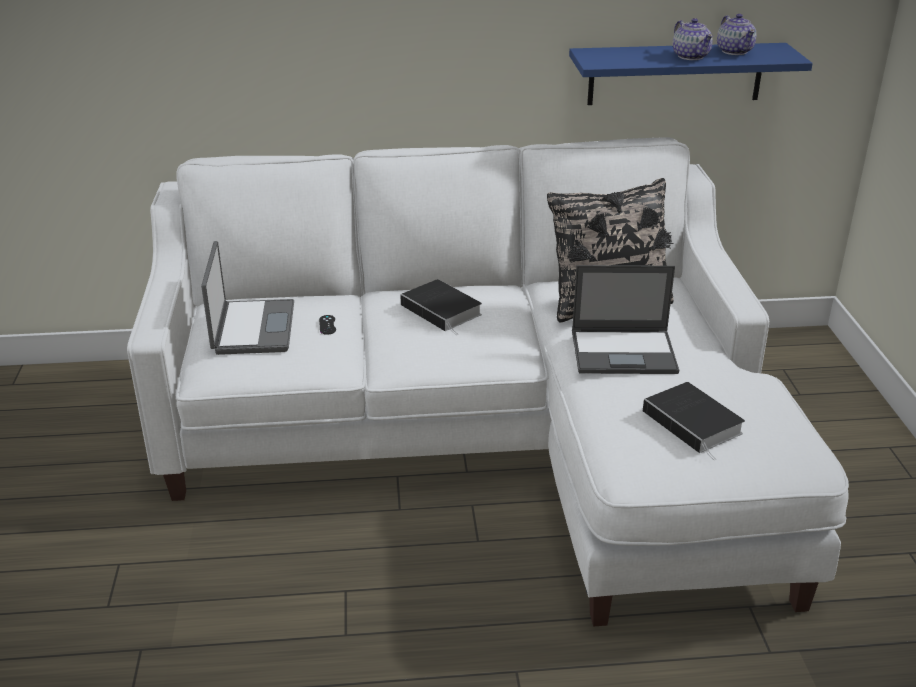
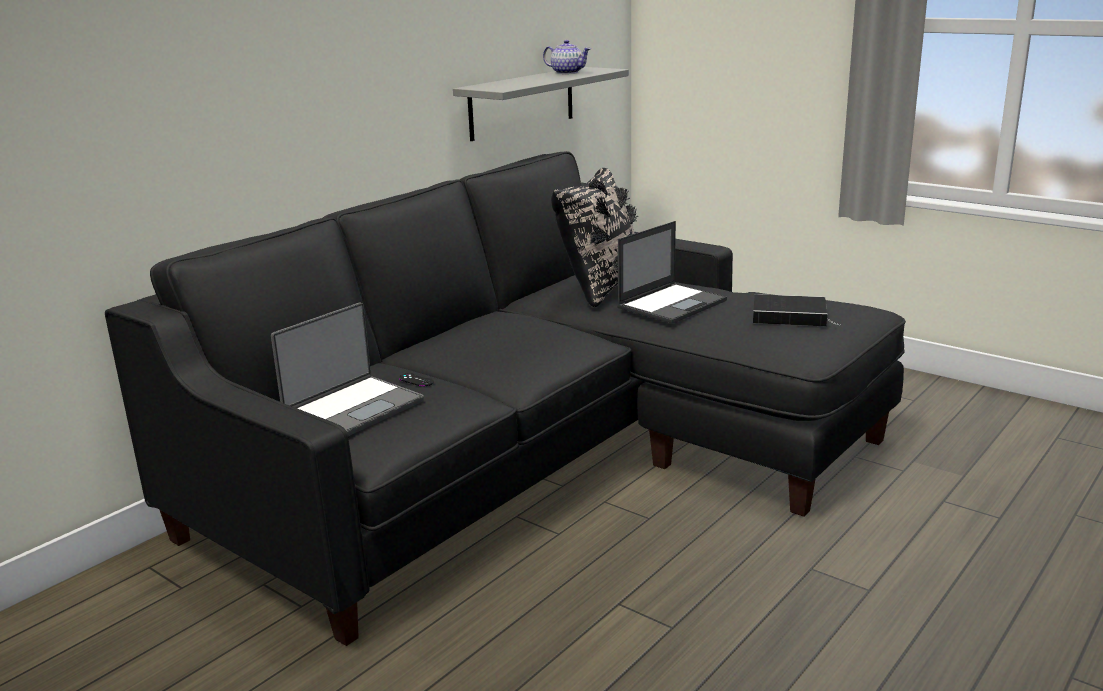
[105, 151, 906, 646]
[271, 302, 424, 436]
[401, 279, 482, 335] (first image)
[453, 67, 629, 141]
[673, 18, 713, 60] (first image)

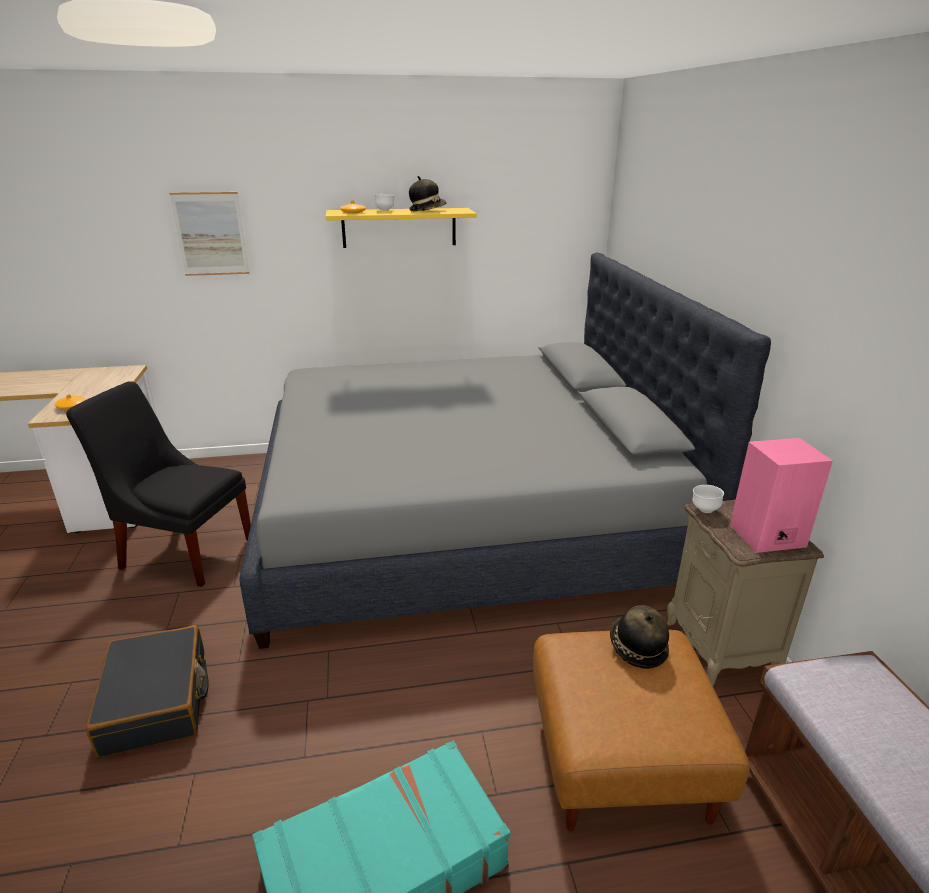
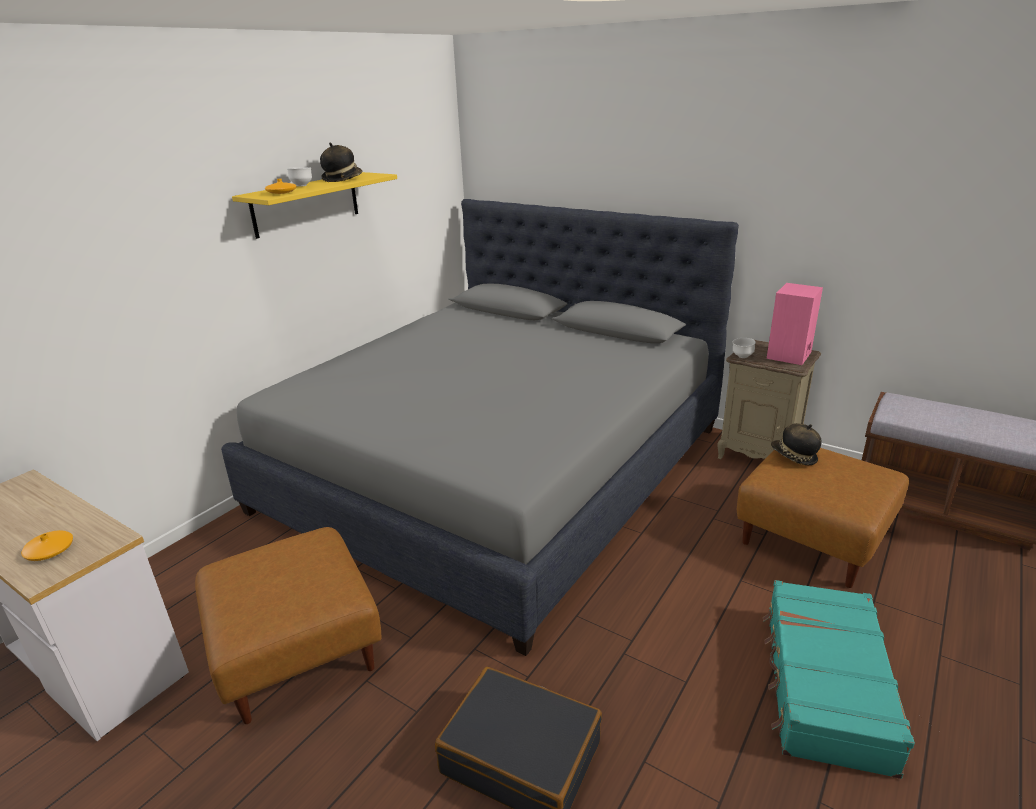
[195, 527, 382, 724]
[170, 192, 249, 276] (first image)

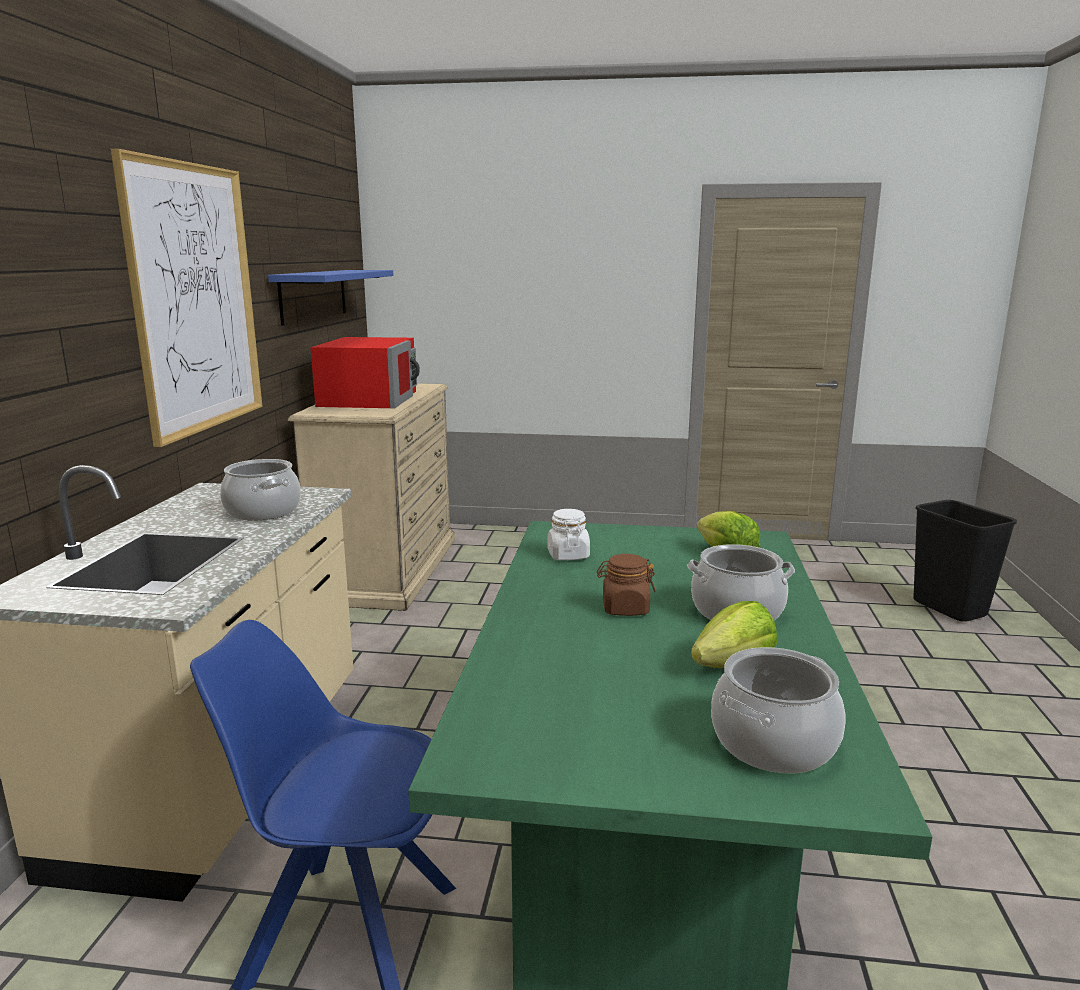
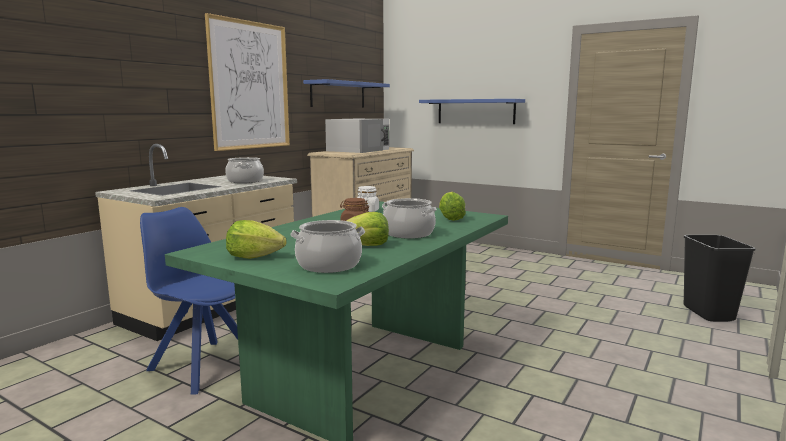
[325, 119, 389, 153]
[226, 220, 287, 259]
[419, 99, 525, 124]

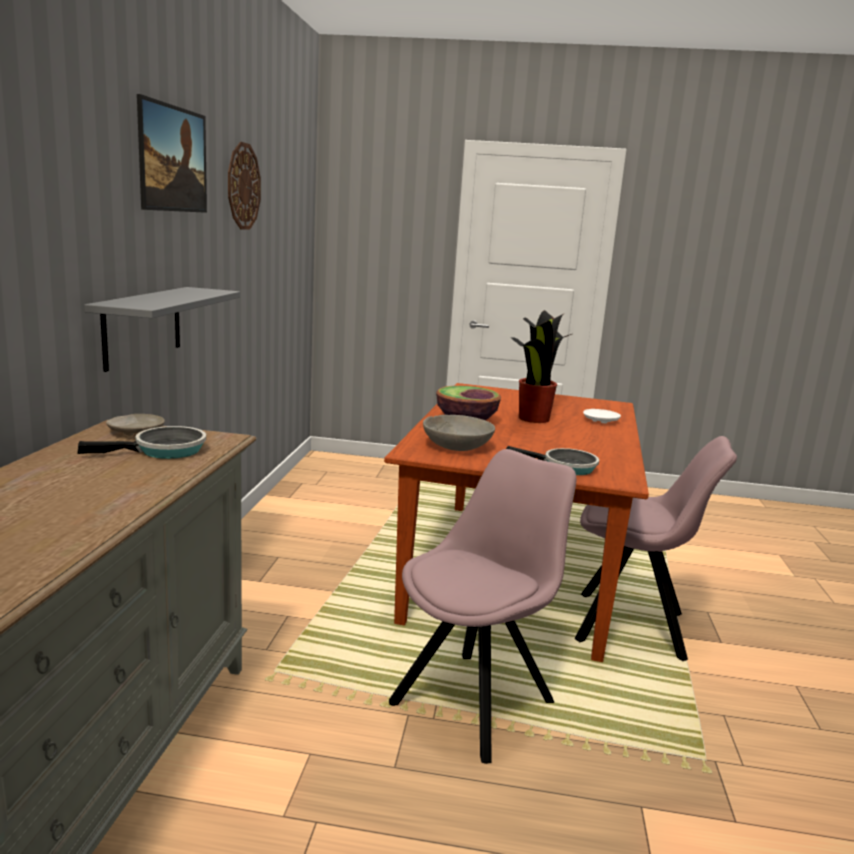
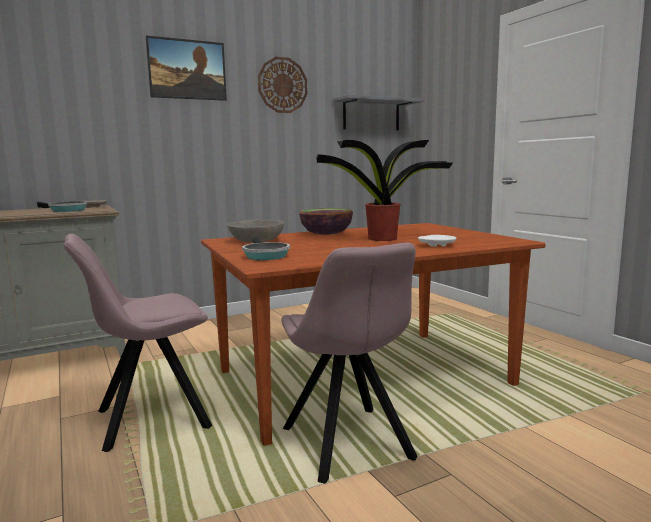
[333, 94, 424, 130]
[64, 234, 212, 452]

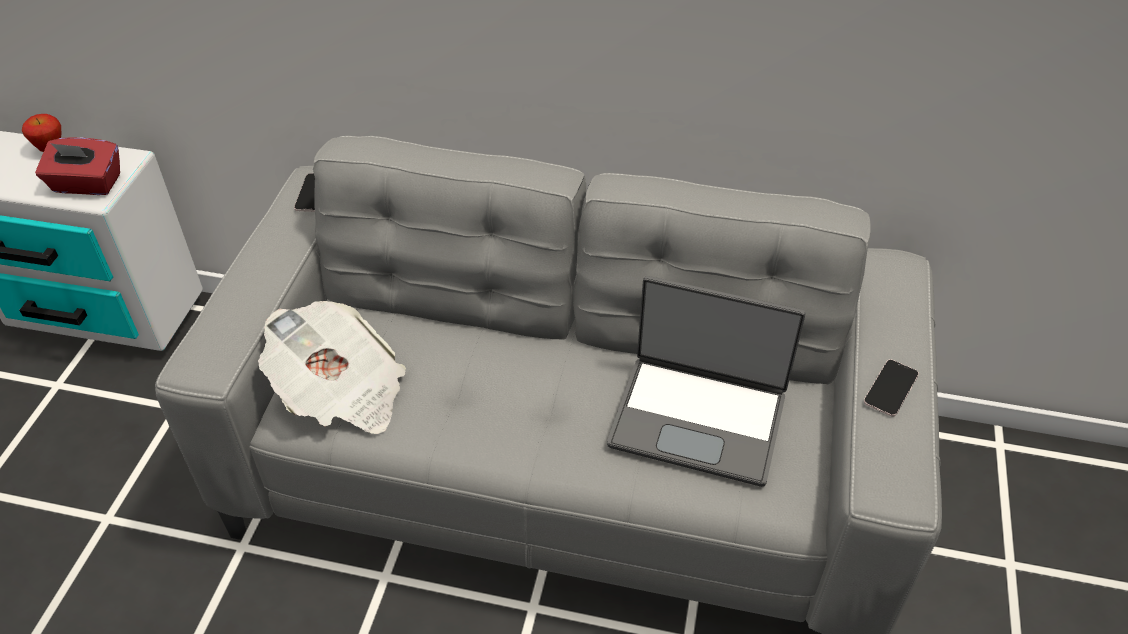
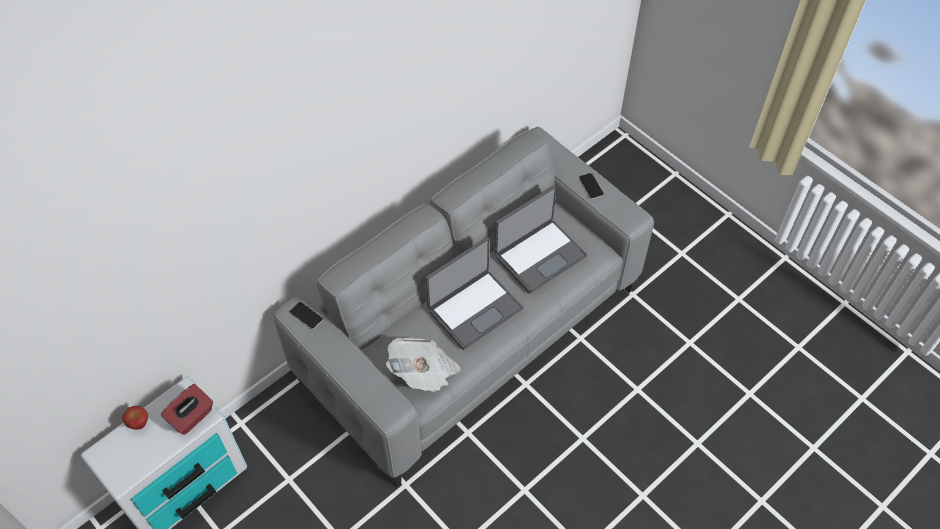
[425, 237, 524, 350]

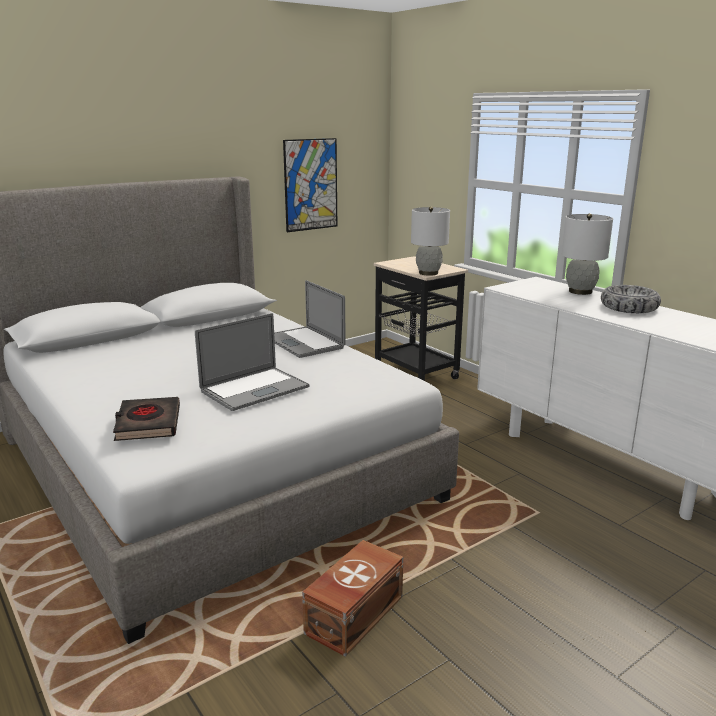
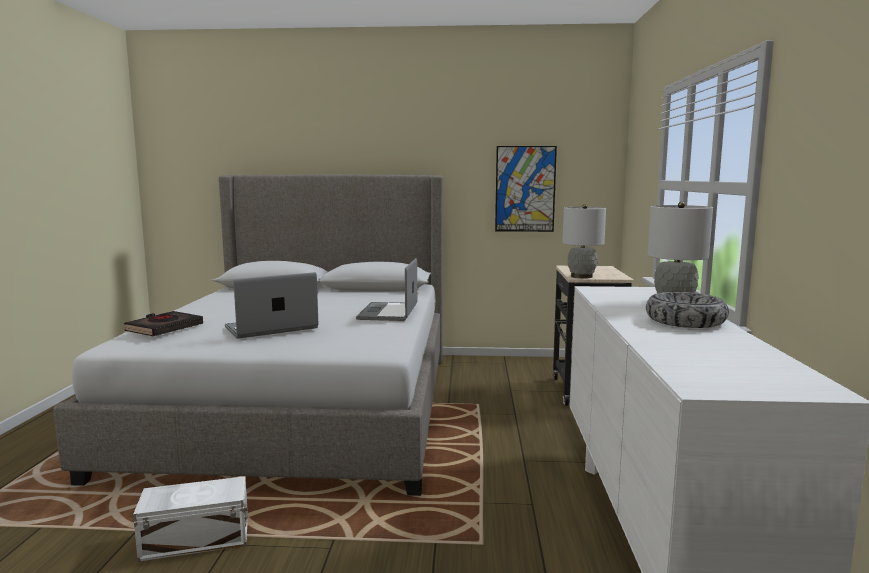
[225, 272, 318, 339]
[133, 476, 248, 562]

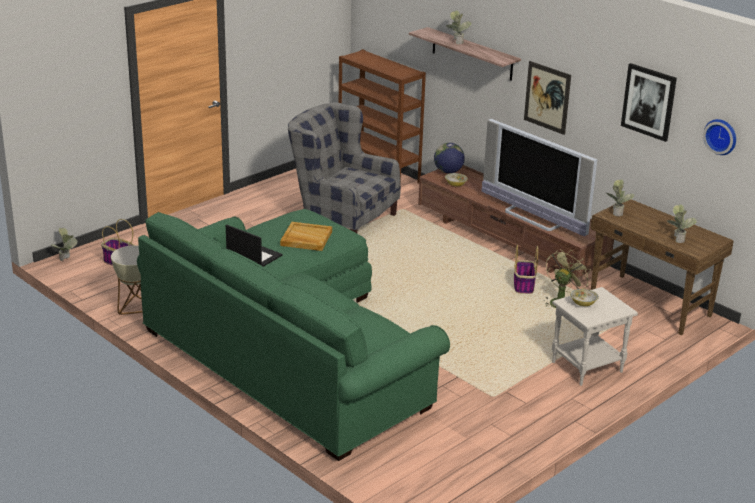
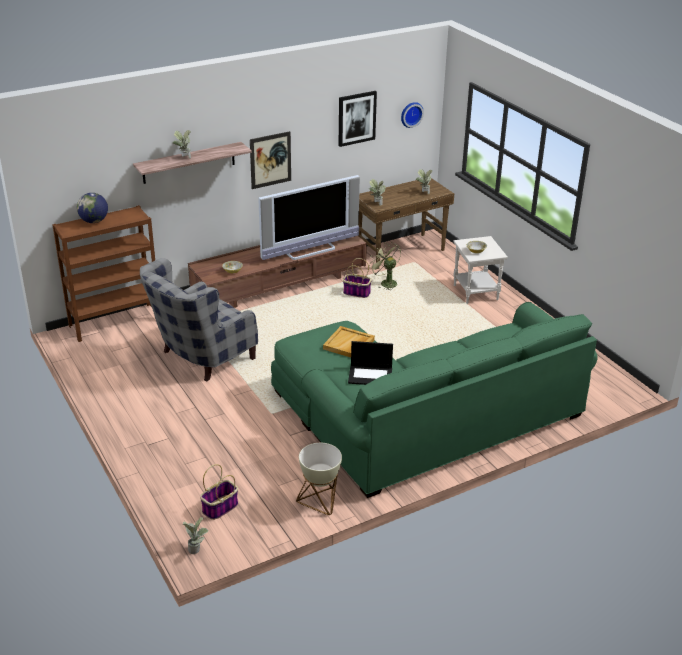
[348, 341, 393, 385]
[77, 193, 108, 223]

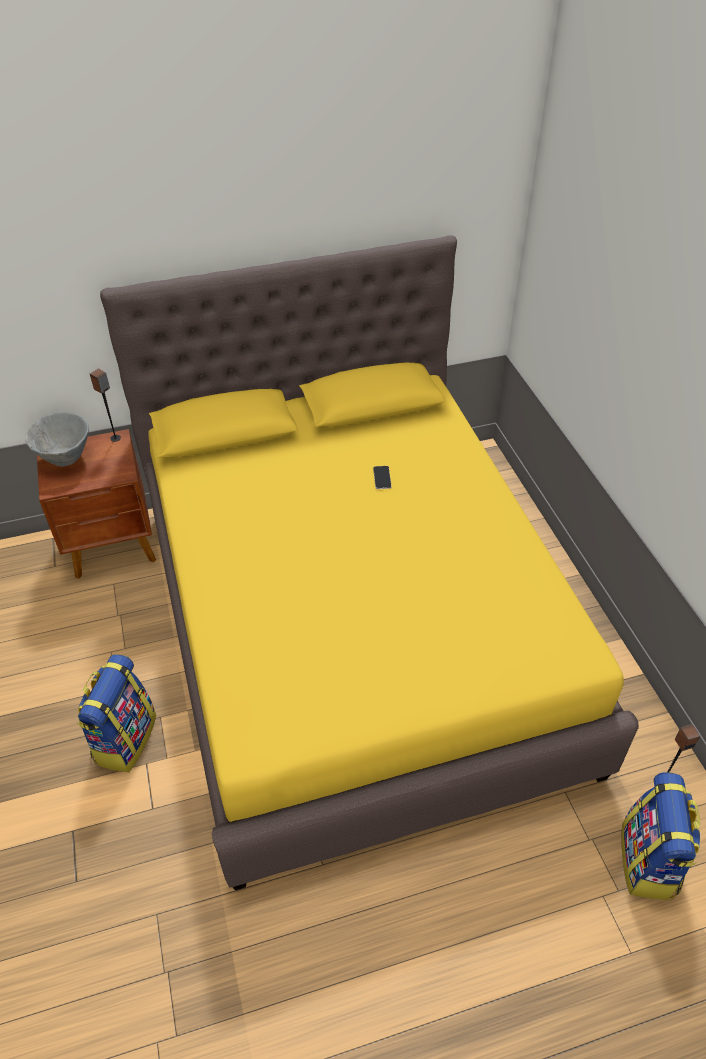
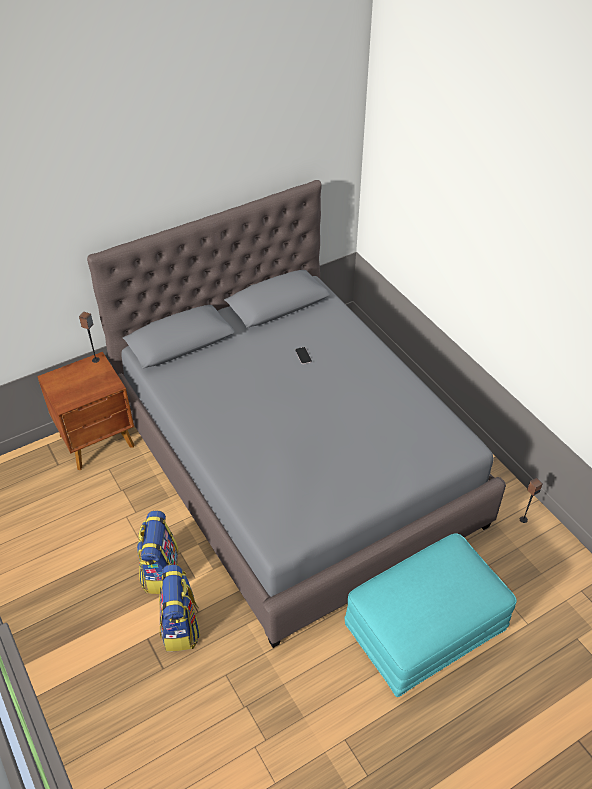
[25, 412, 89, 467] (first image)
[87, 180, 506, 648]
[159, 565, 200, 652]
[345, 533, 517, 697]

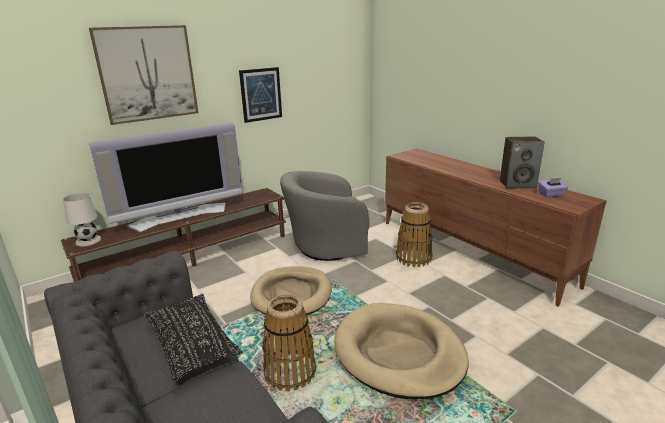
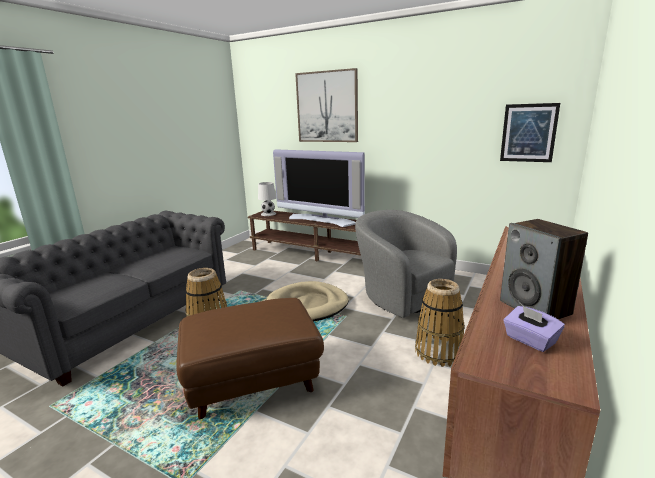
[144, 294, 242, 381] (first image)
[500, 103, 560, 162]
[176, 298, 324, 419]

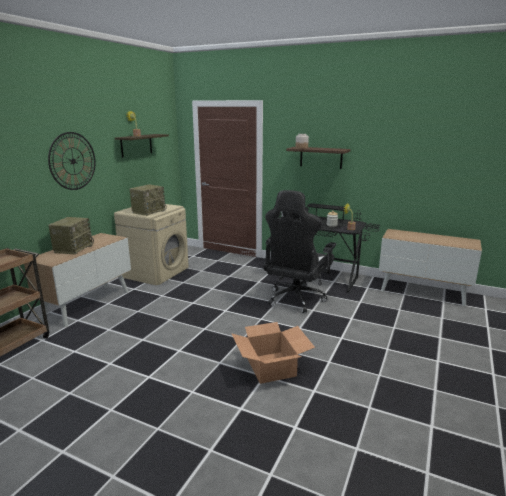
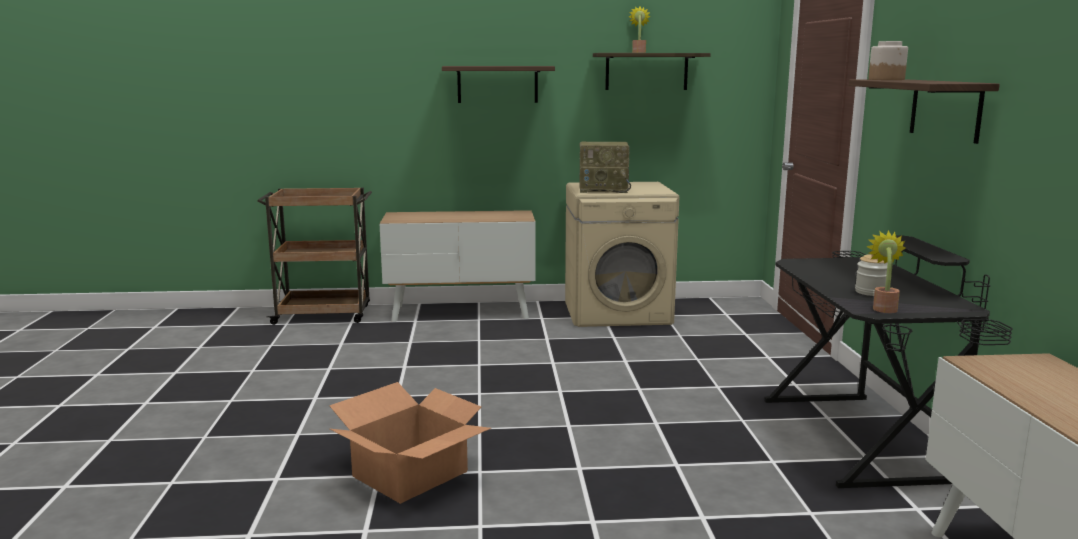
[442, 66, 555, 103]
[48, 217, 94, 255] (first image)
[263, 190, 336, 313] (first image)

